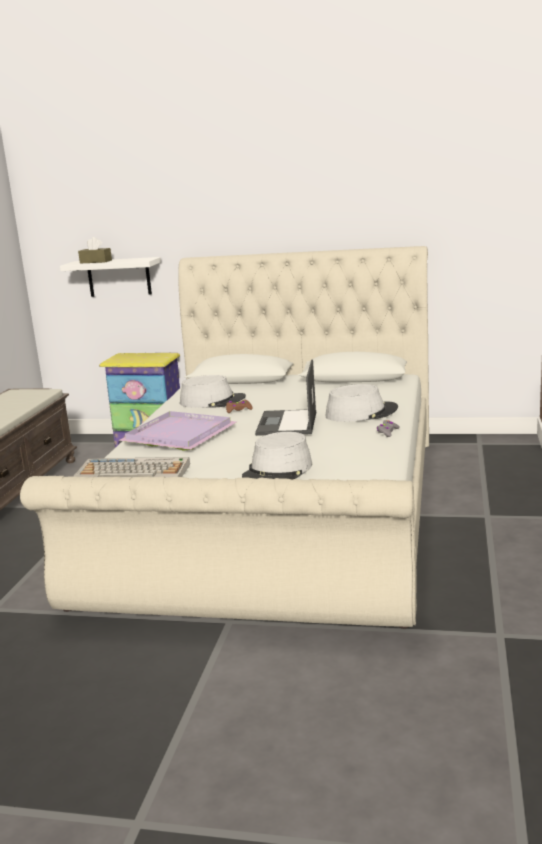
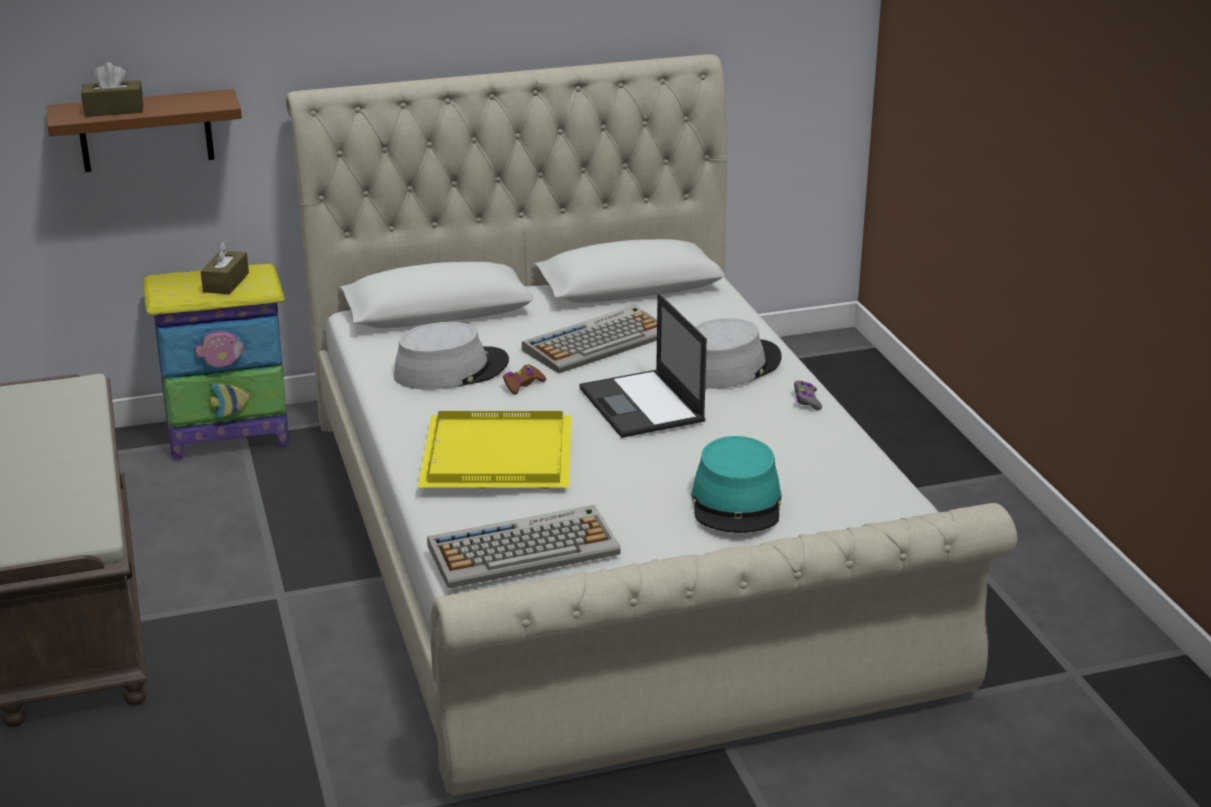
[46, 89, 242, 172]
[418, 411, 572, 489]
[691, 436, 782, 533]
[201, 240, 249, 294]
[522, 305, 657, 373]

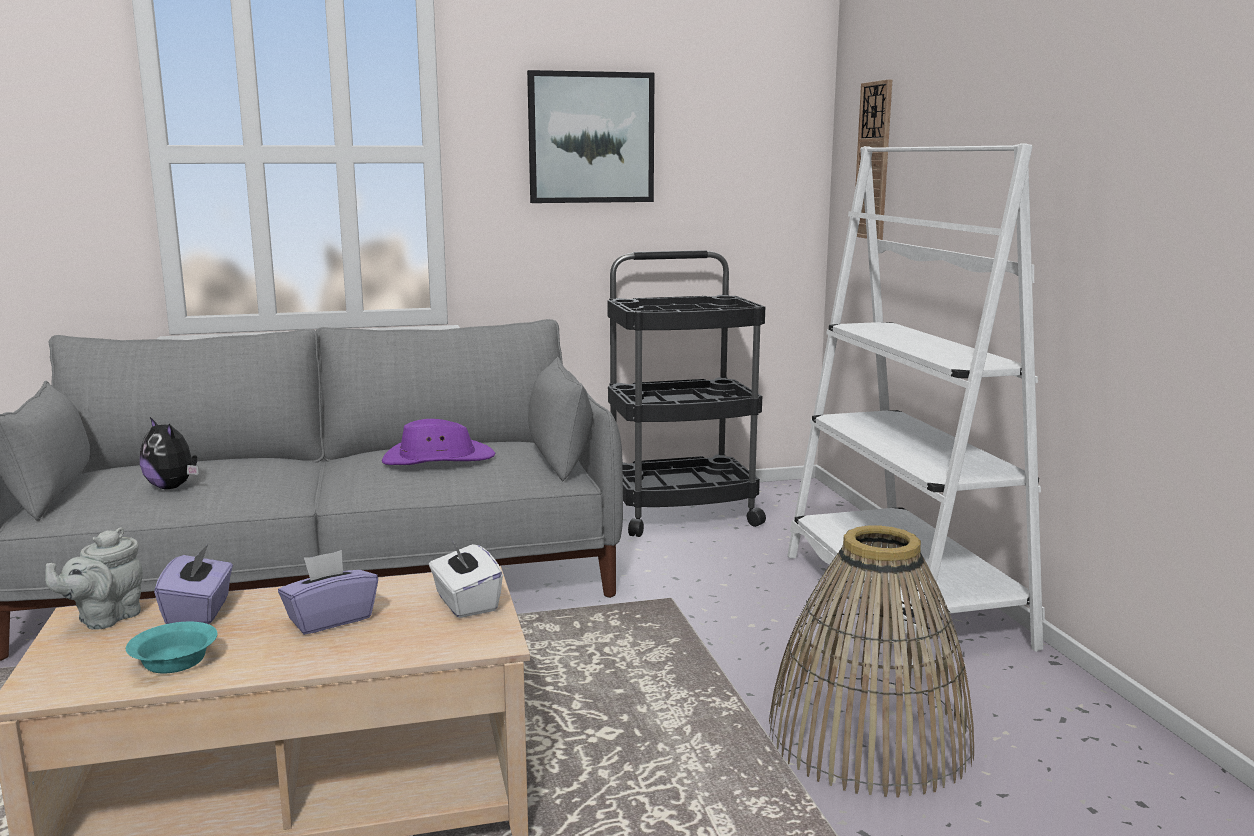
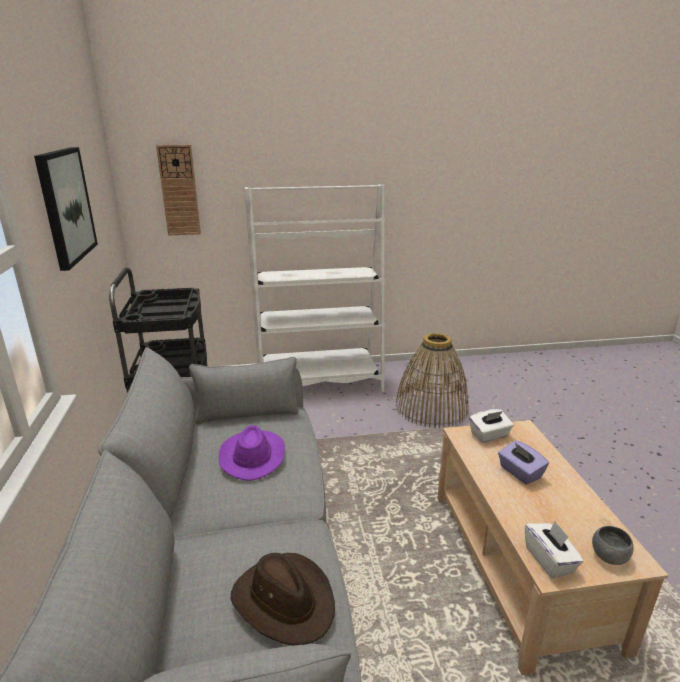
[525, 521, 584, 579]
[126, 622, 218, 673] (first image)
[231, 553, 335, 645]
[154, 543, 233, 624] (first image)
[592, 526, 633, 565]

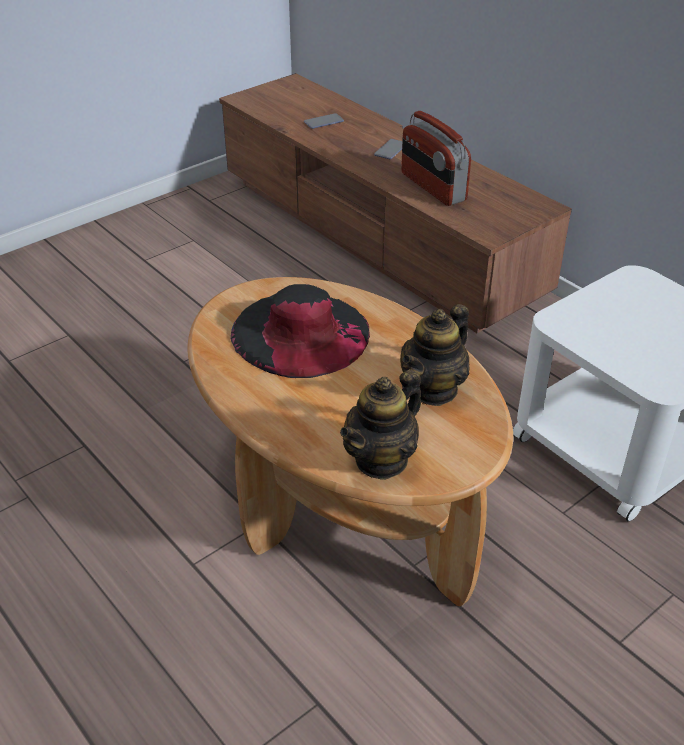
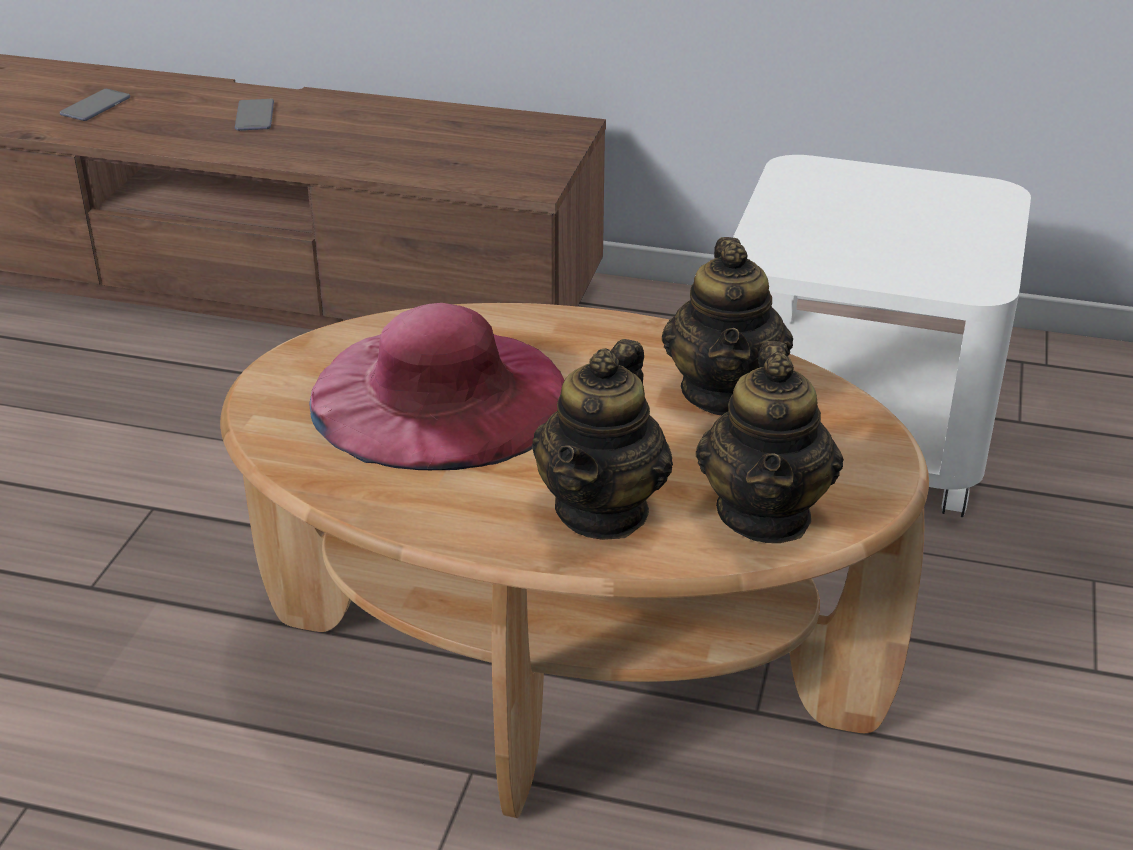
[309, 303, 565, 470]
[401, 111, 471, 206] (first image)
[532, 339, 673, 540]

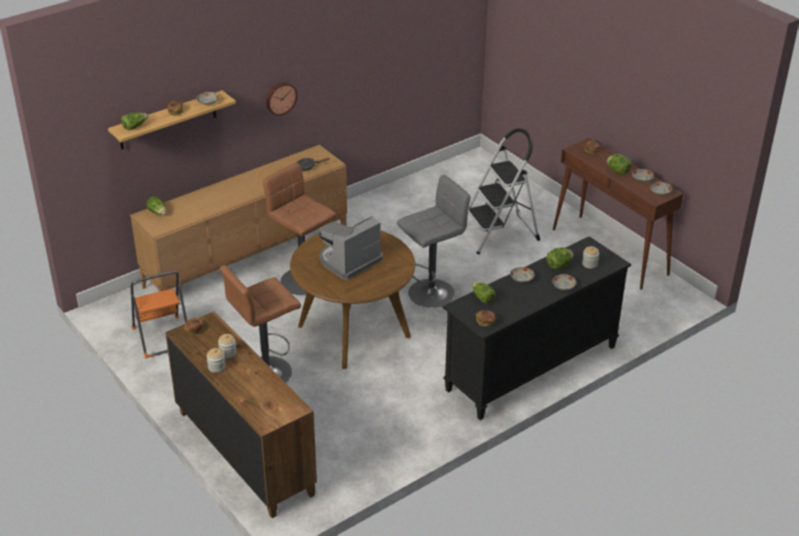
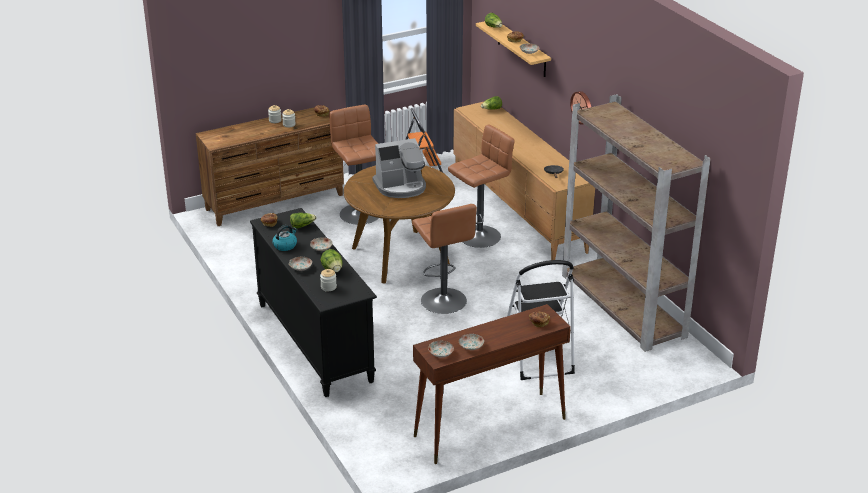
[373, 138, 426, 198]
[412, 204, 477, 314]
[607, 154, 631, 175] (first image)
[272, 225, 297, 251]
[562, 94, 711, 352]

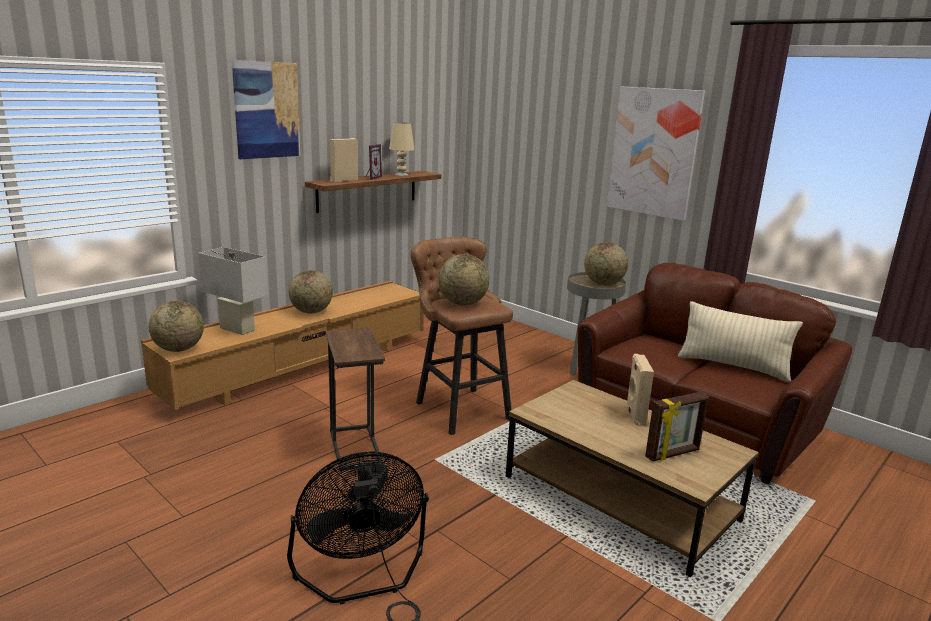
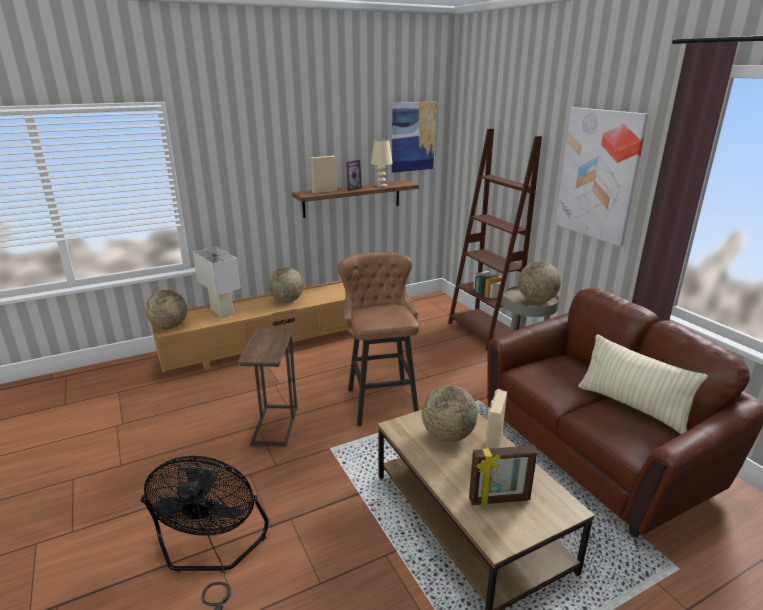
[392, 101, 437, 173]
[422, 385, 478, 442]
[448, 128, 542, 350]

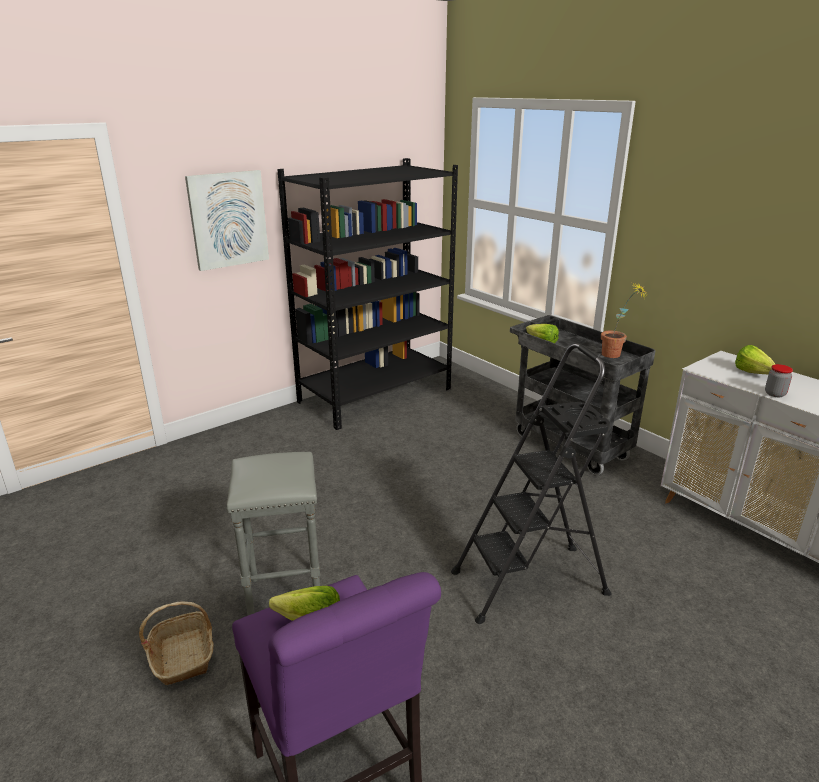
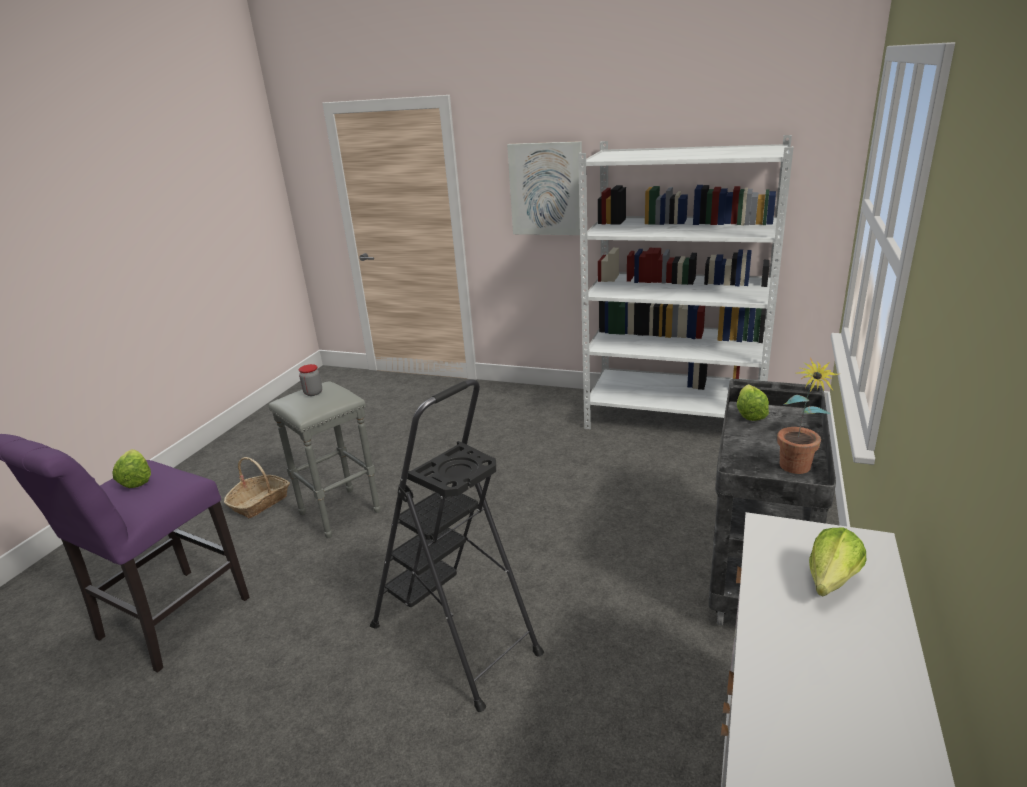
[578, 135, 794, 429]
[299, 364, 322, 396]

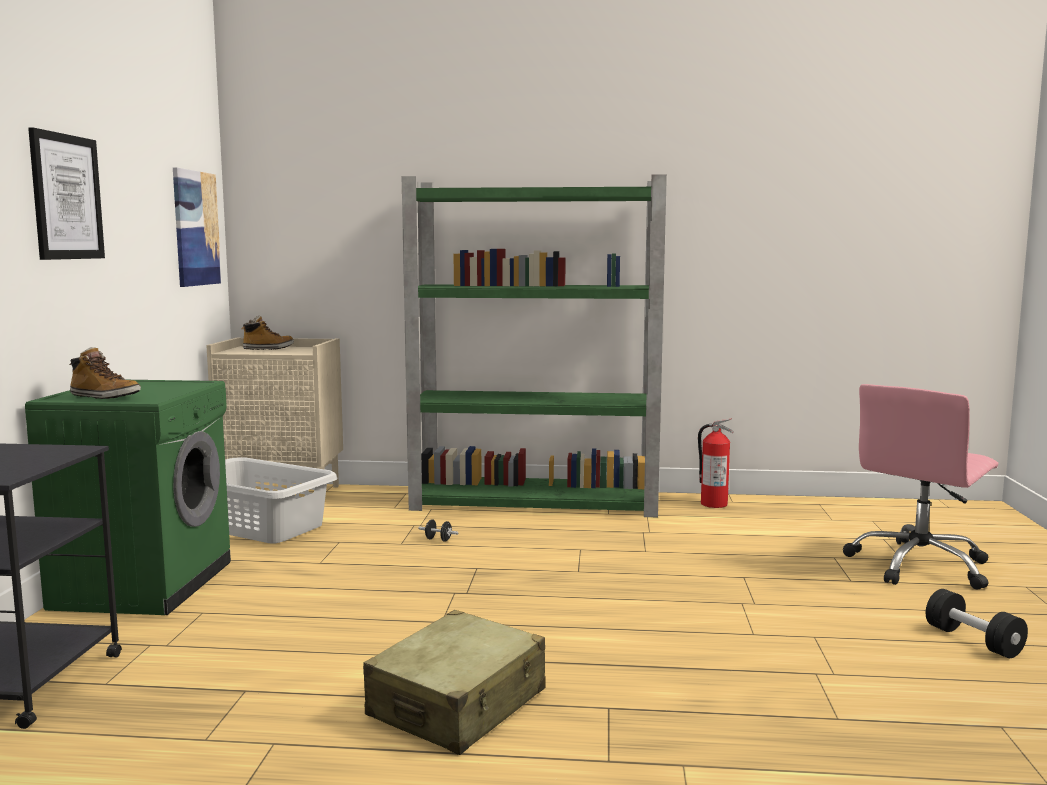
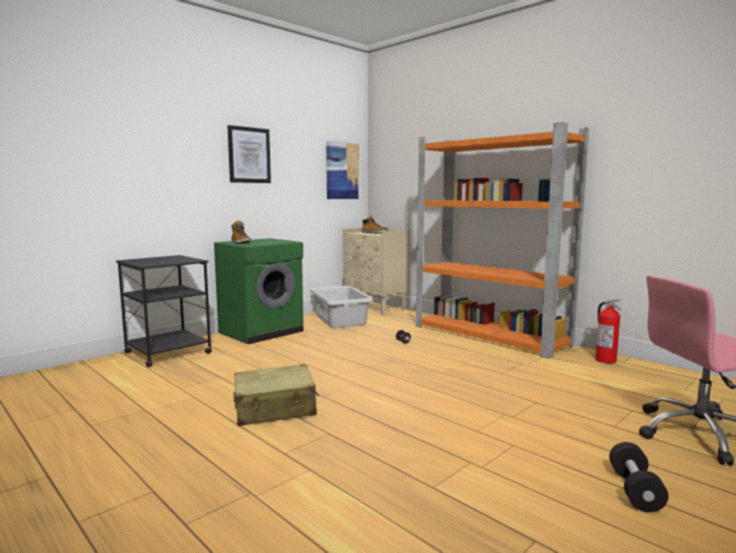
[416, 122, 589, 359]

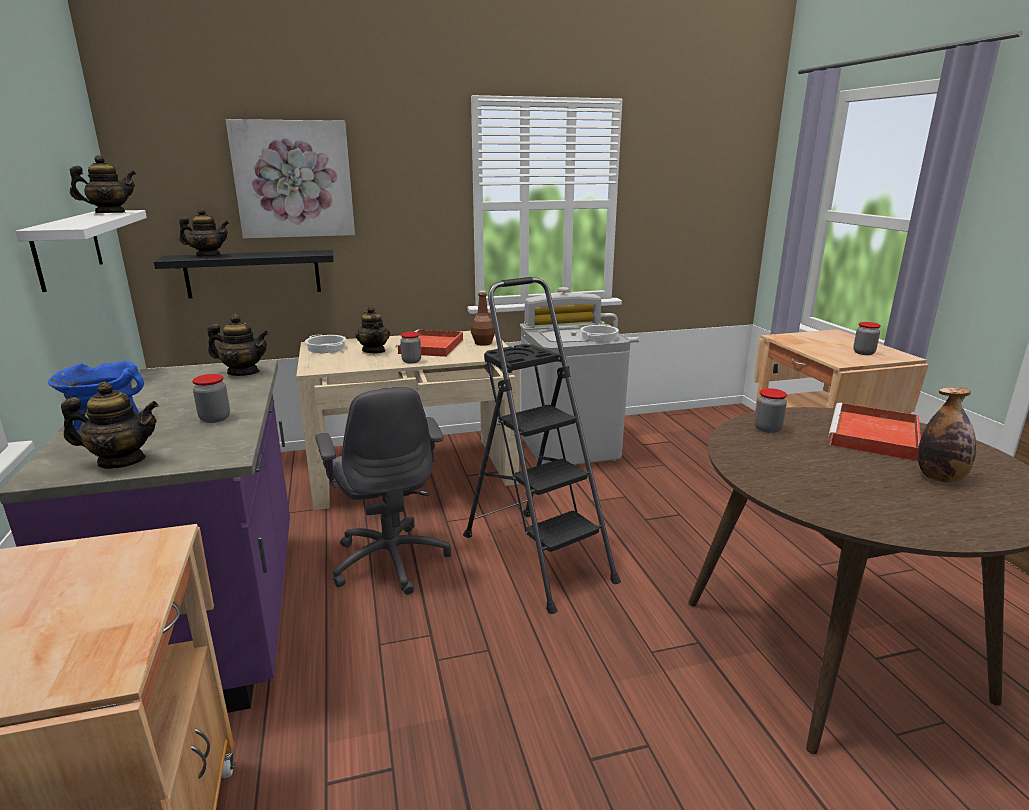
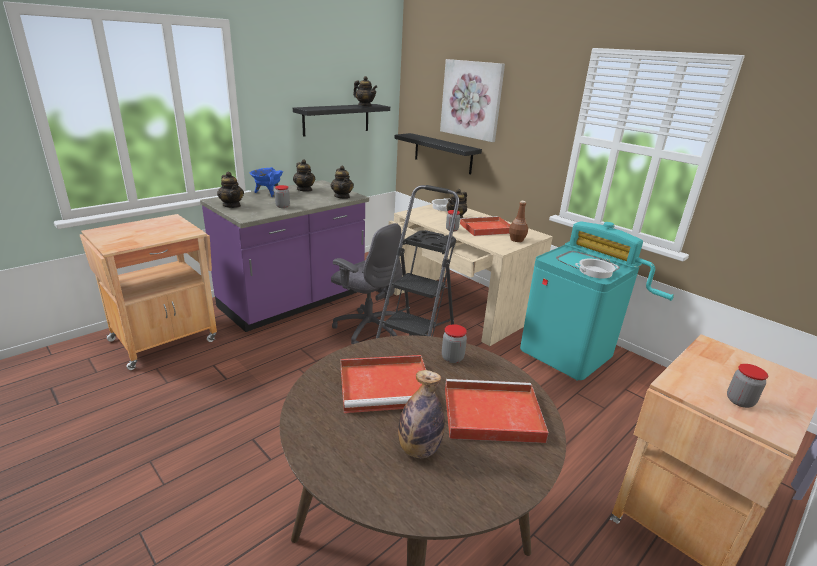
[293, 104, 390, 137]
[293, 159, 315, 192]
[331, 223, 402, 344]
[520, 221, 674, 381]
[341, 355, 426, 413]

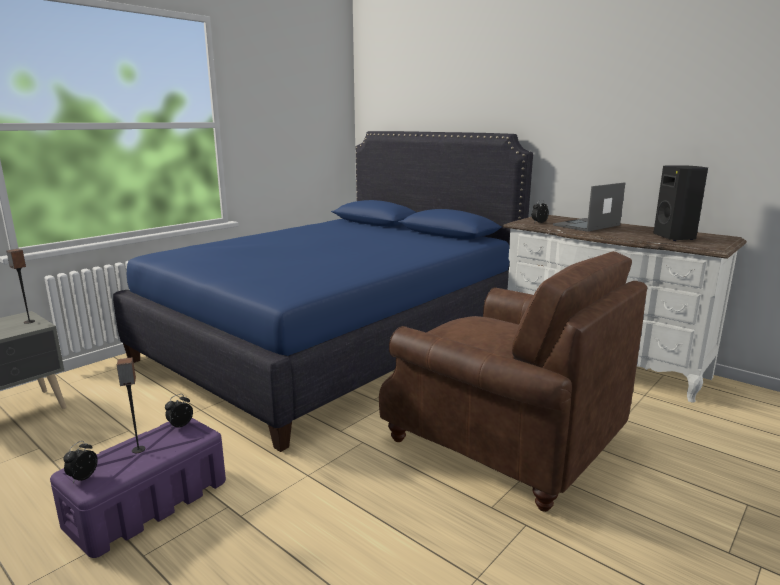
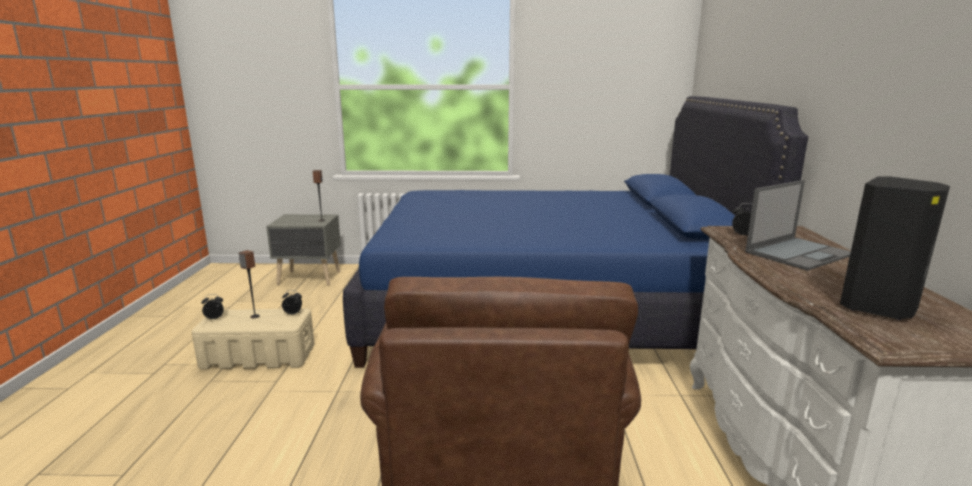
[192, 308, 314, 369]
[745, 180, 851, 271]

